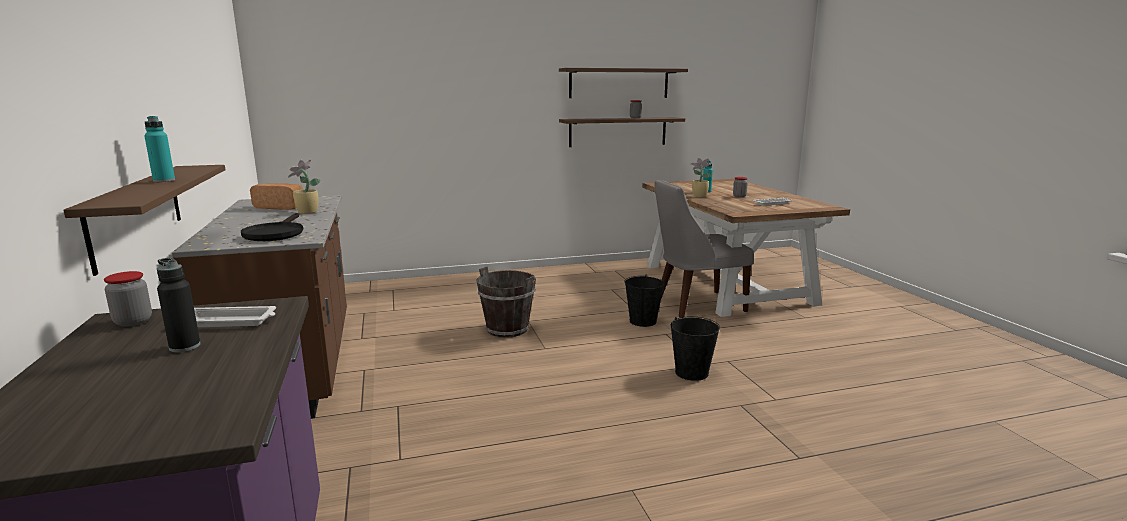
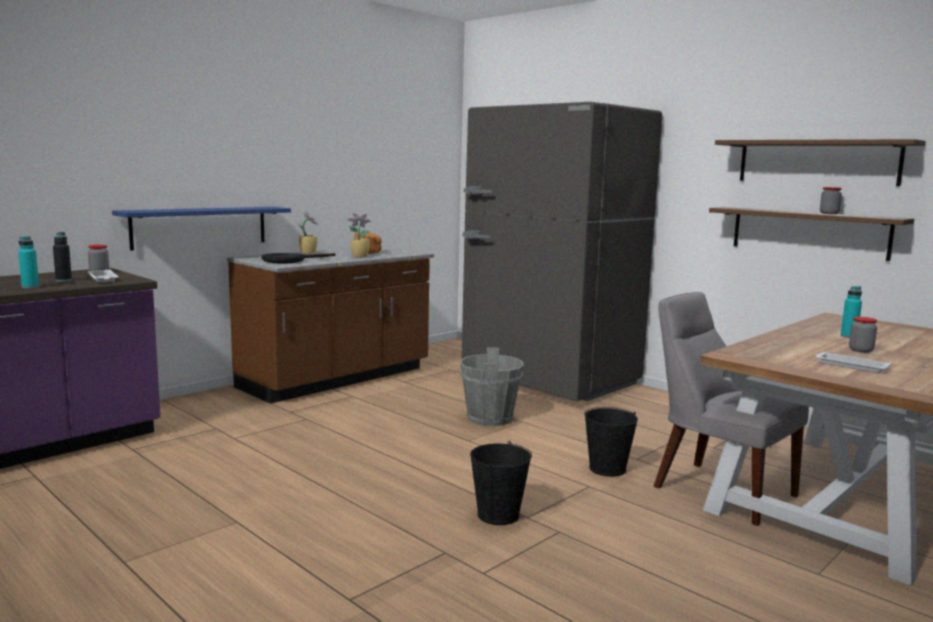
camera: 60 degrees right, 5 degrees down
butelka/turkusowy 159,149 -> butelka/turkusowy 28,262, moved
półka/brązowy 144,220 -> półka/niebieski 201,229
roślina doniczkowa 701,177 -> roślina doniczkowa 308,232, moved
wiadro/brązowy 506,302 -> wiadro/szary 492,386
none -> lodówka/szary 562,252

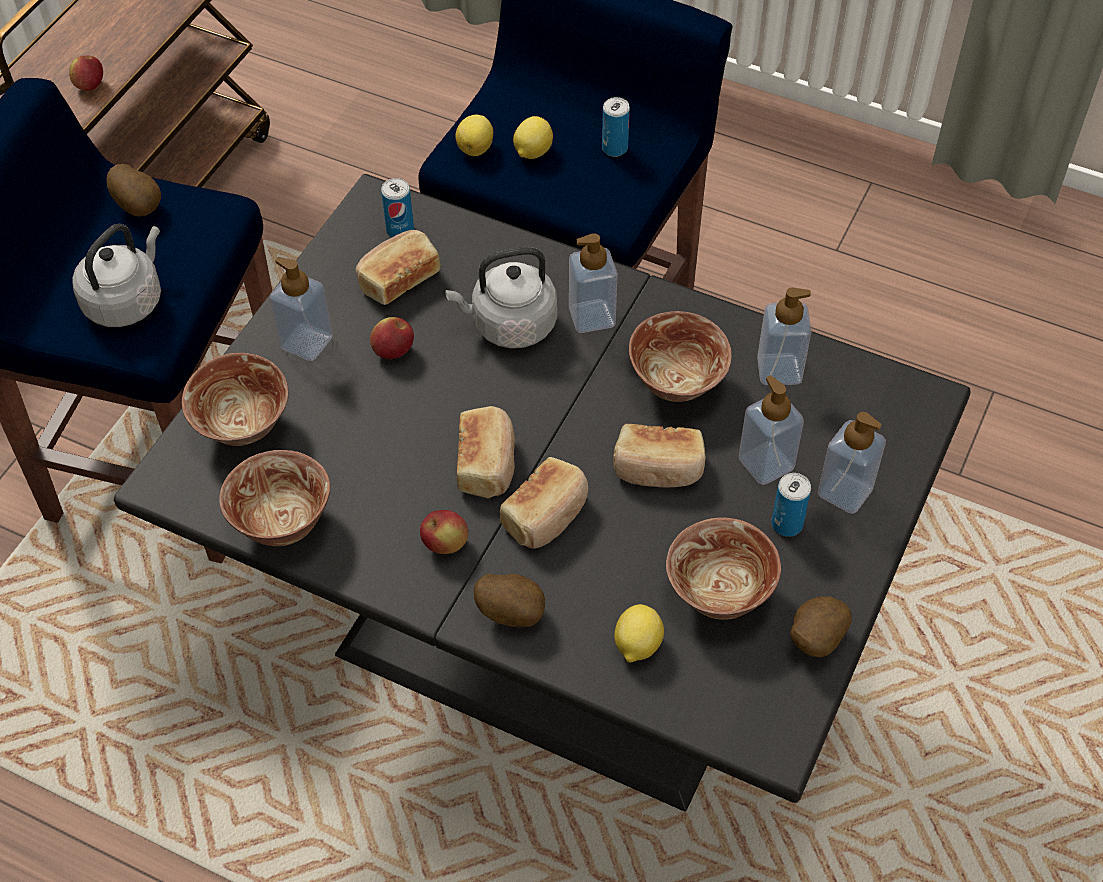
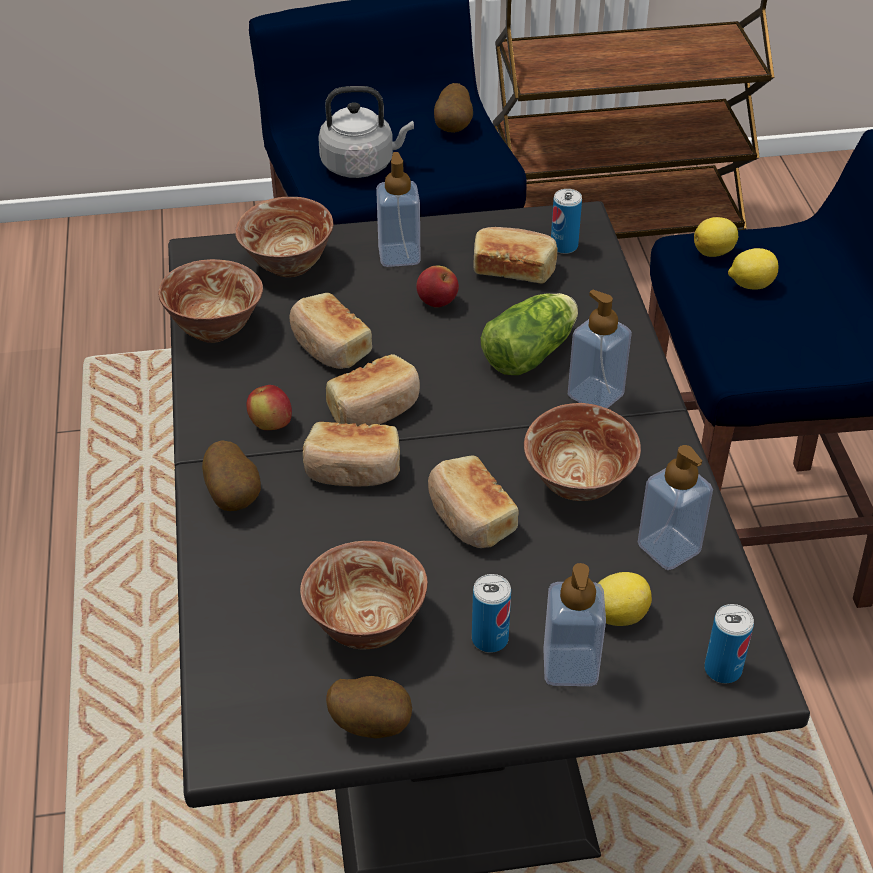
camera: 55 degrees right, 10 degrees down
none -> chleb 330,331
czajnik/szary 501,297 -> sałata 529,334
cytryna 639,633 -> cytryna 625,599, moved
puszka 616,127 -> puszka 729,643, moved
jabłko 86,73 -> none
dozownik mydła 771,430 -> none

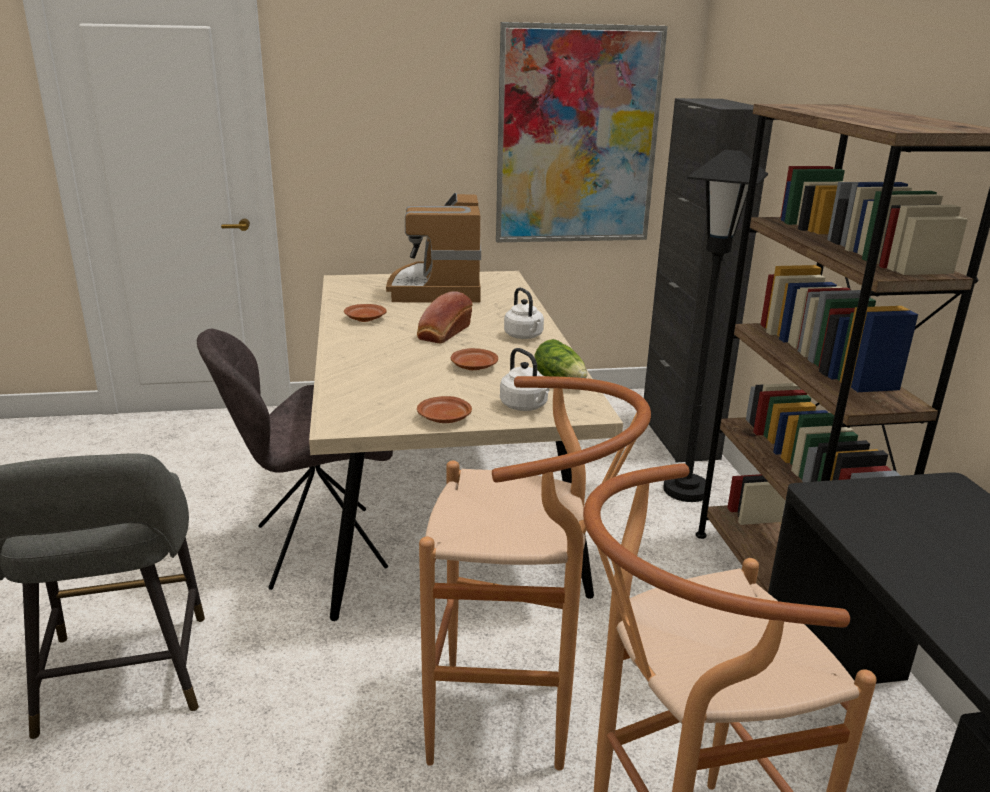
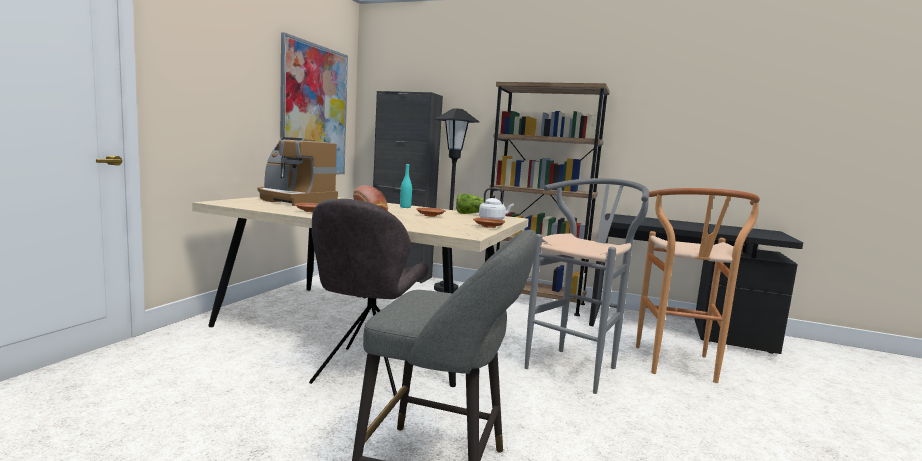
camera: 60 degrees left, 15 degrees down
czajnik/biały 524,313 -> butelka/turkusowy 406,185
stołek/brązowy 535,573 -> stołek/szary 587,286

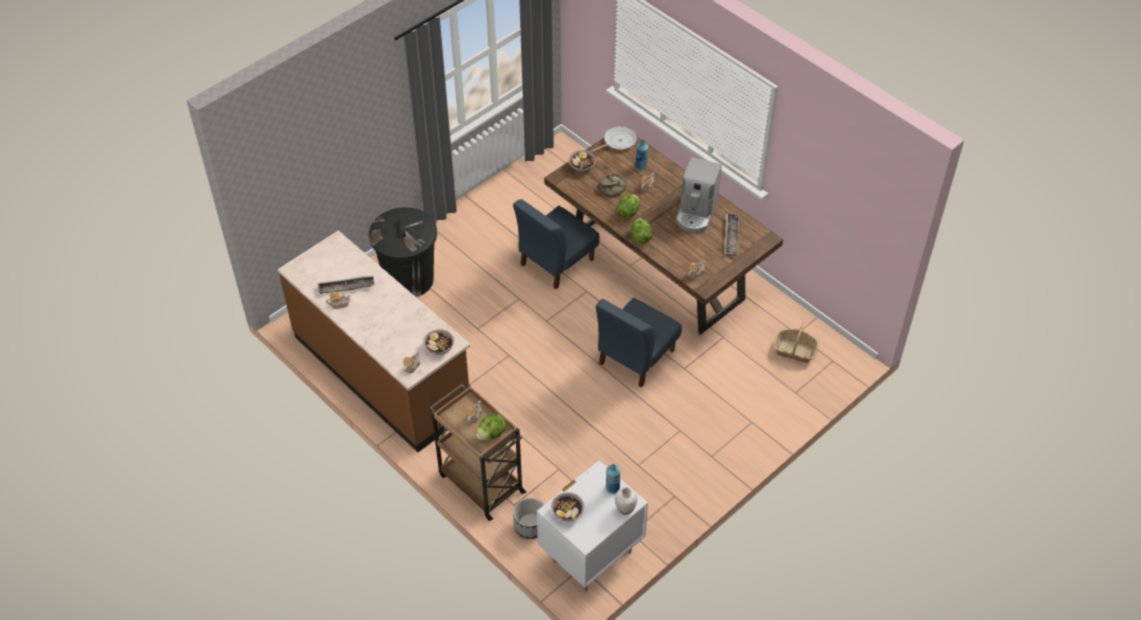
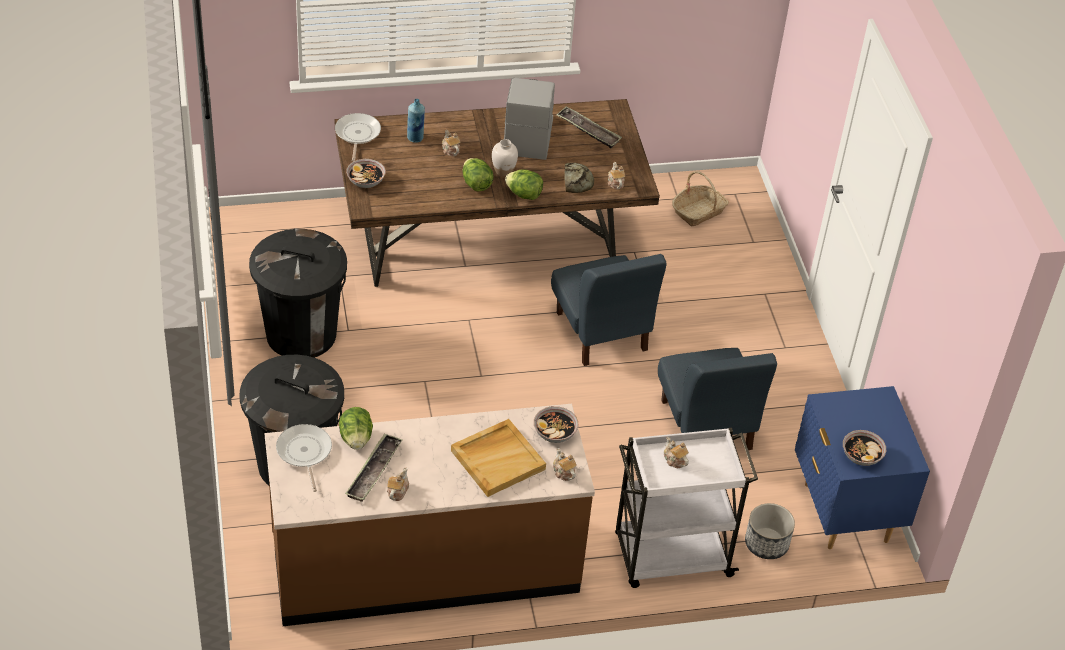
camera: 60 degrees left, 5 degrees down
none -> kosz na śmieci/czarny 298,293
none -> patelnia 304,458
sałata 491,427 -> sałata 356,428, moved
none -> taca/beżowy 498,458
wazon/biały 626,501 -> wazon/biały 505,158, moved
ekspres do kawy 699,195 -> ekspres do kawy 529,119, 135 degrees counterclockwise
chleb 611,185 -> chleb 579,178, moved
wózek/brązowy 478,452 -> wózek/biały 686,508
krzesło/niebieski 556,244 -> krzesło/niebieski 717,399, moved
szafka nocna/biały 592,526 -> szafka nocna/niebieski 862,467
butelka/niebieski 613,479 -> none

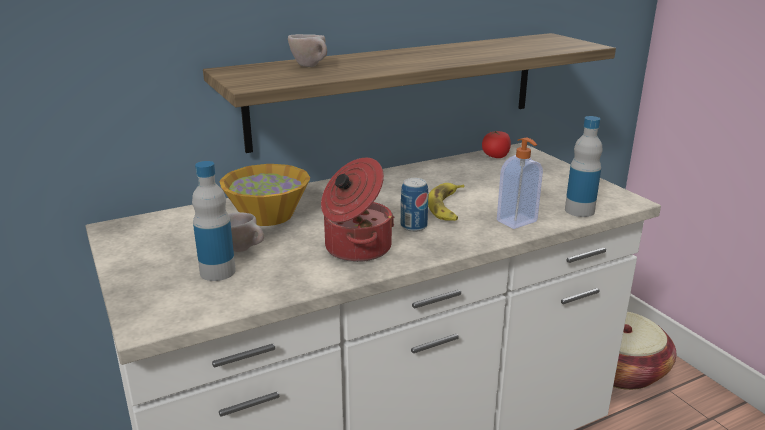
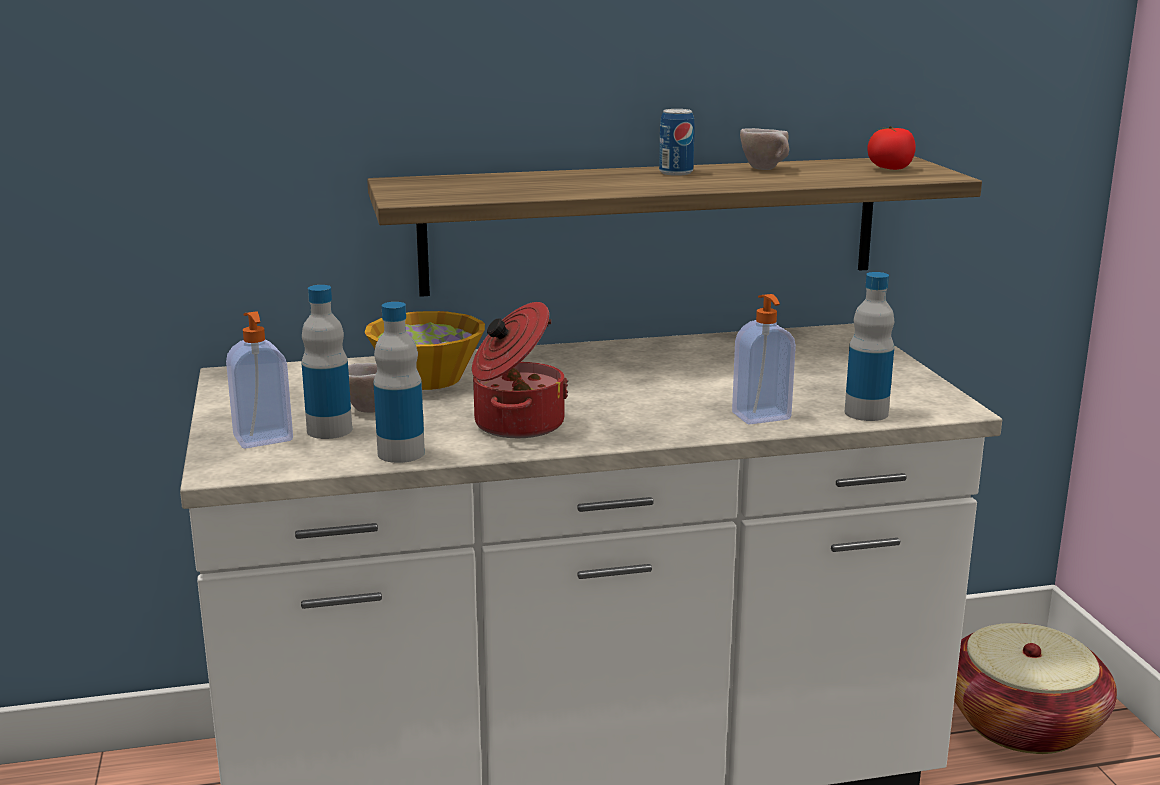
camera: 15 degrees right, 5 degrees down
none -> dozownik mydła 259,380
none -> butelka 399,382
puszka 415,205 -> puszka 677,142, moved
filiżanka/beżowy 307,50 -> filiżanka/beżowy 764,149, moved
pomidor 496,144 -> pomidor 891,148, moved
banan 446,202 -> none

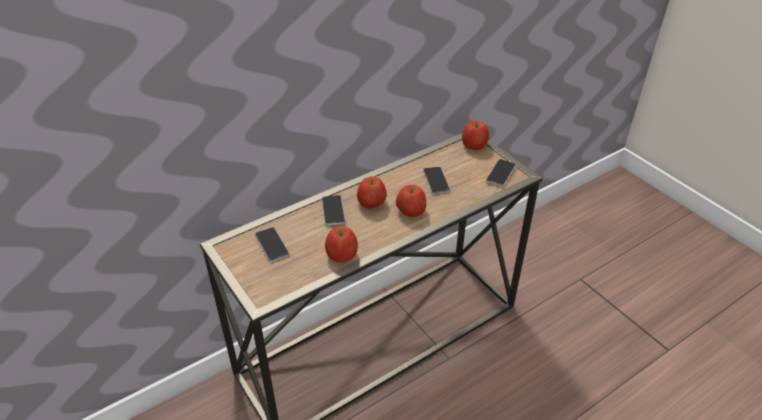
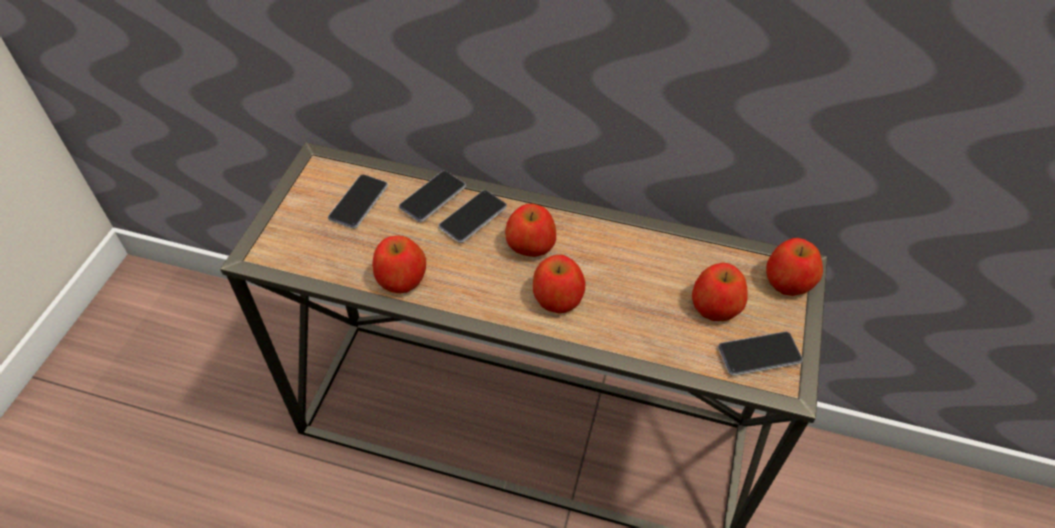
camera: 50 degrees right, 10 degrees up
telefon 436,180 -> telefon 432,196, moved
none -> jabłko 720,292

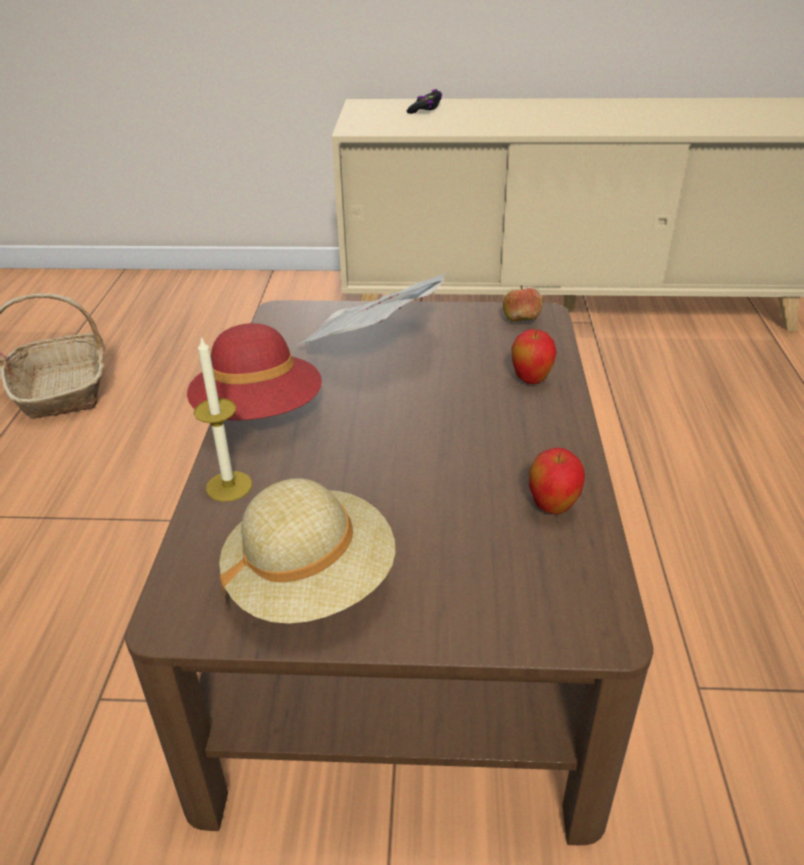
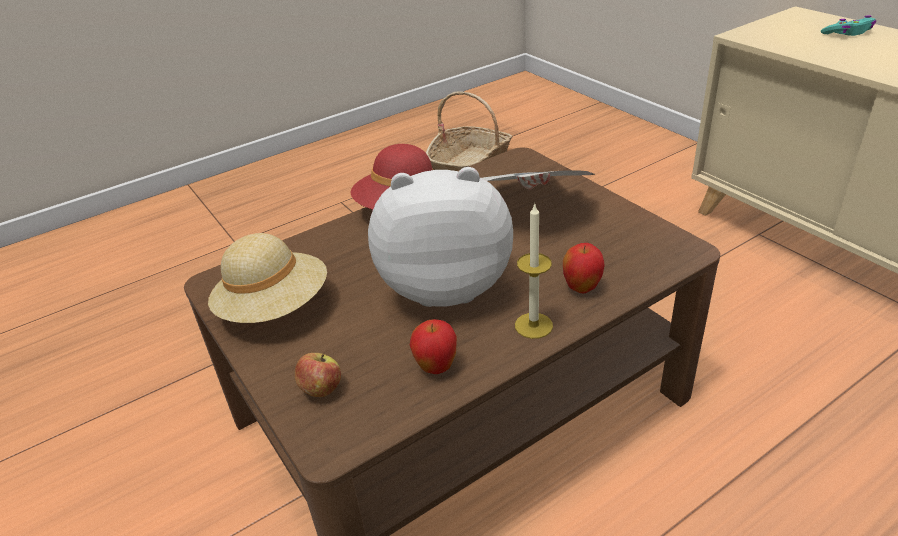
camera: 55 degrees right, 0 degrees up
jabłko 522,304 -> jabłko 318,375, moved
none -> pluszak 440,237
świeca 223,419 -> świeca 534,271, moved
pad do gier/czarny 424,101 -> pad do gier/turkusowy 848,25

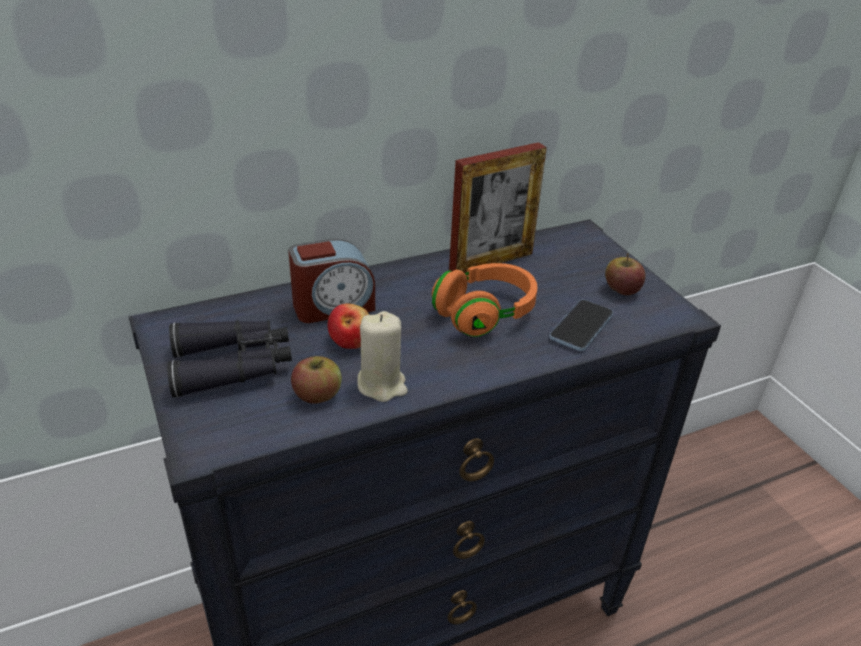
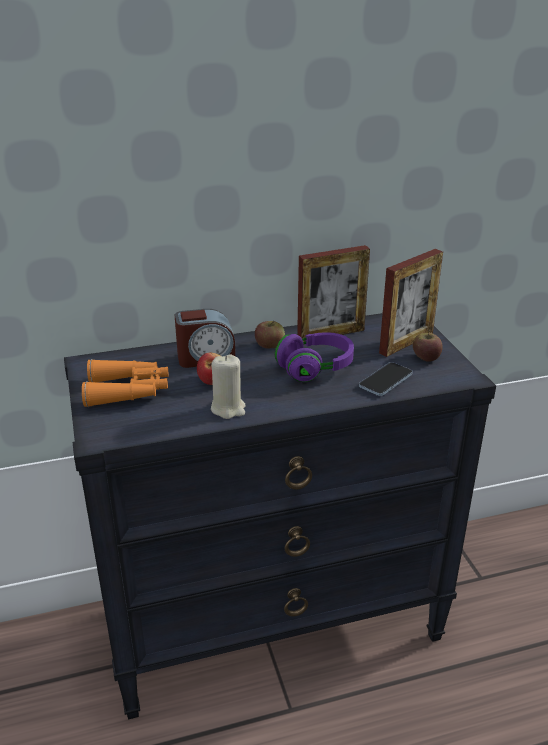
camera: 10 degrees right, 5 degrees down
lornetka/czarny 229,359 -> lornetka/pomarańczowy 125,383
jabłko 316,380 -> jabłko 270,335, moved
słuchawki/pomarańczowy 484,300 -> słuchawki/fioletowy 314,357
none -> ramka na zdjęcie 411,303

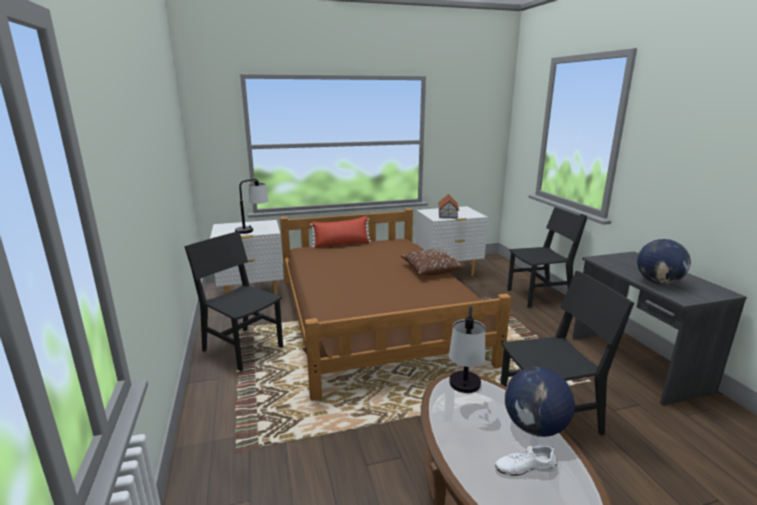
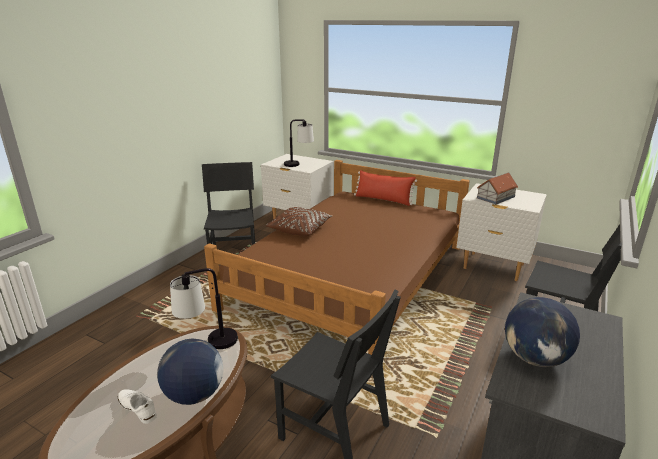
camera: 45 degrees right, 5 degrees up
poduszka/brązowy 432,262 -> poduszka/brązowy 299,221, moved

